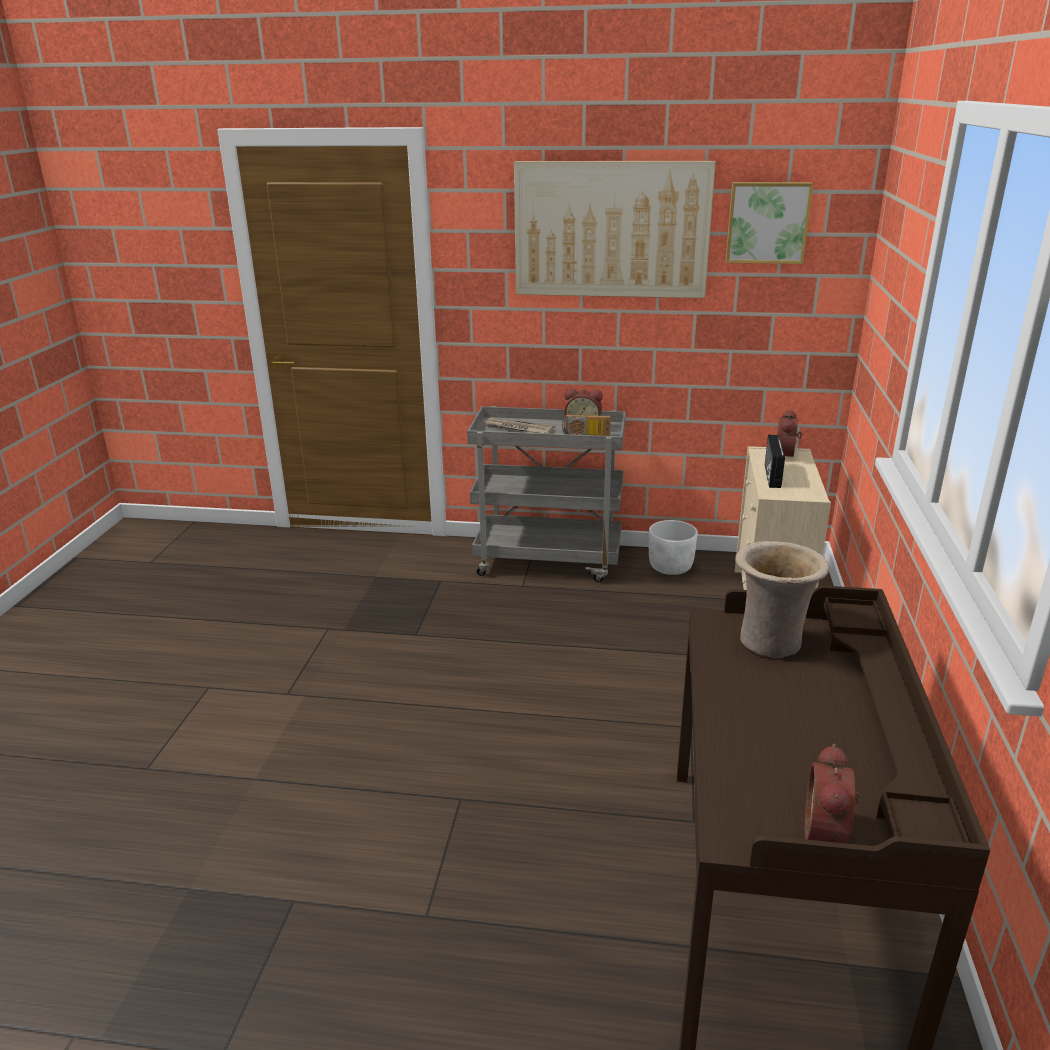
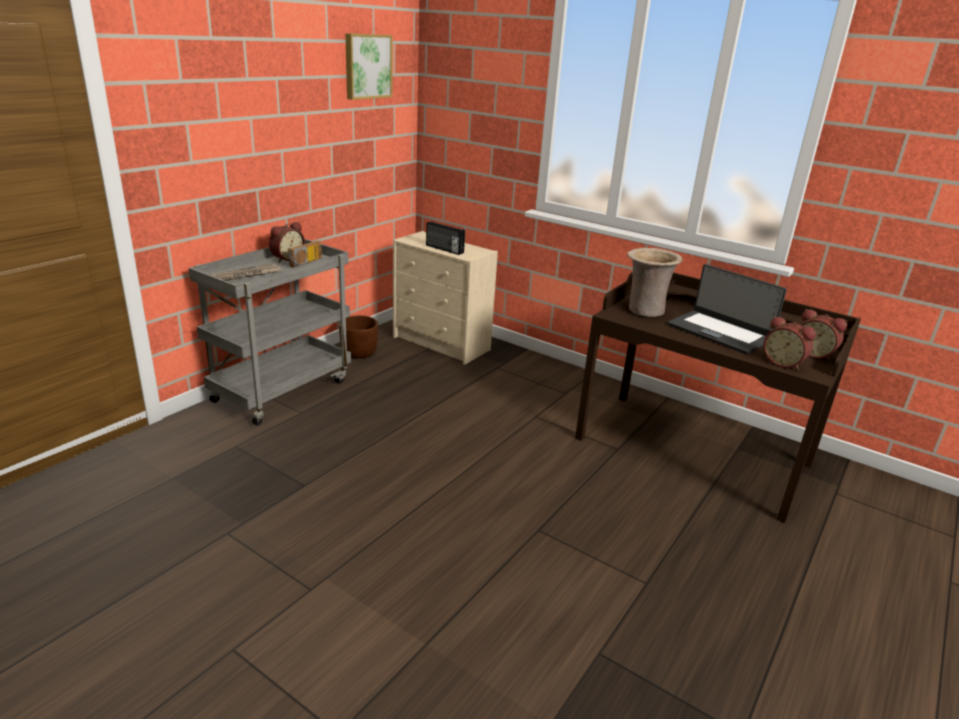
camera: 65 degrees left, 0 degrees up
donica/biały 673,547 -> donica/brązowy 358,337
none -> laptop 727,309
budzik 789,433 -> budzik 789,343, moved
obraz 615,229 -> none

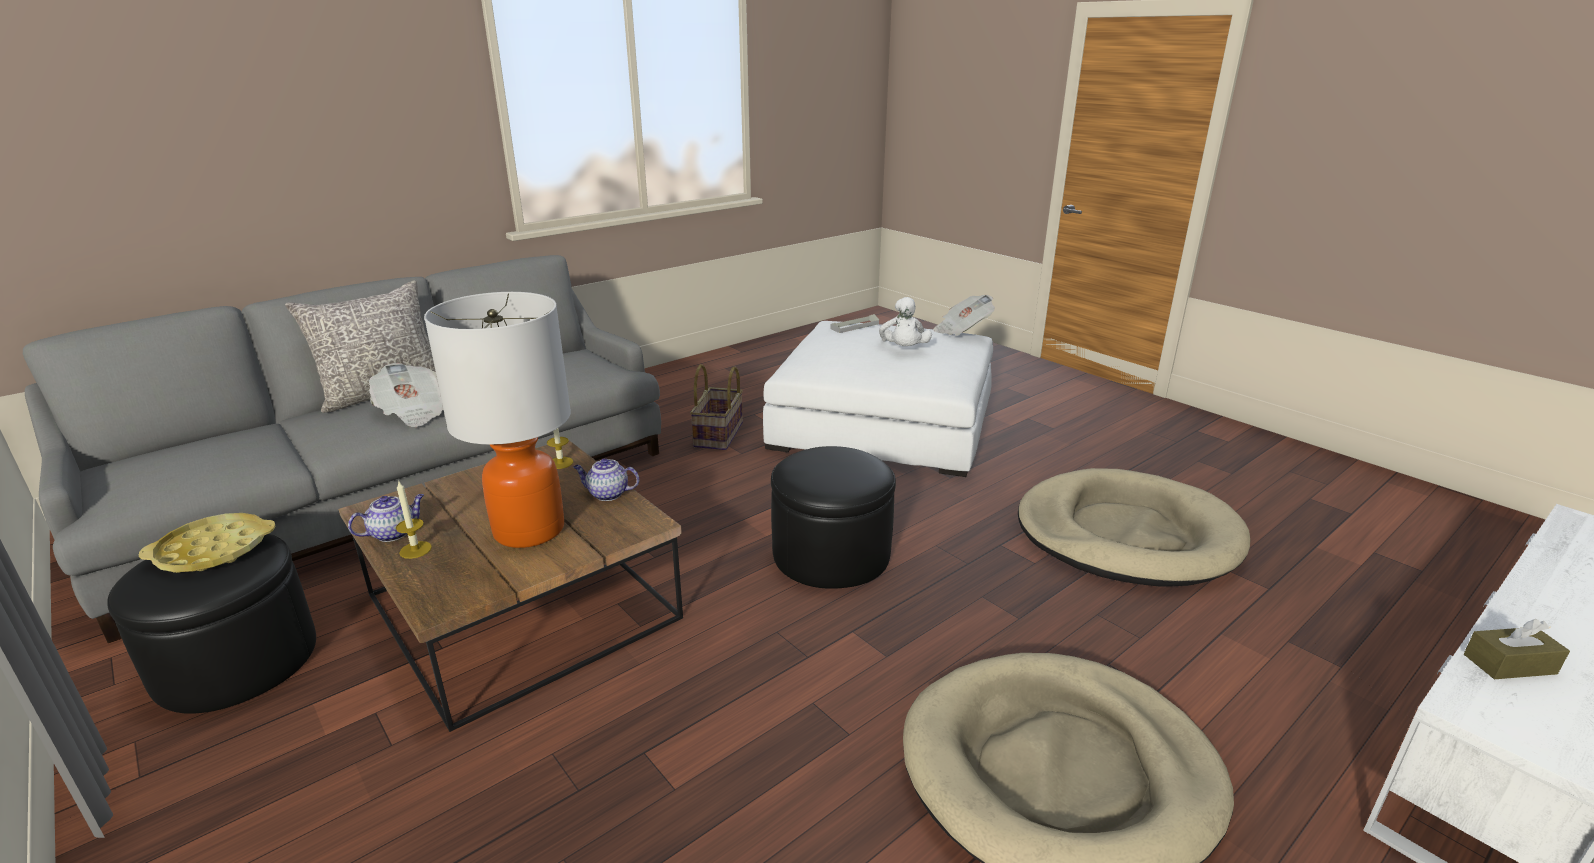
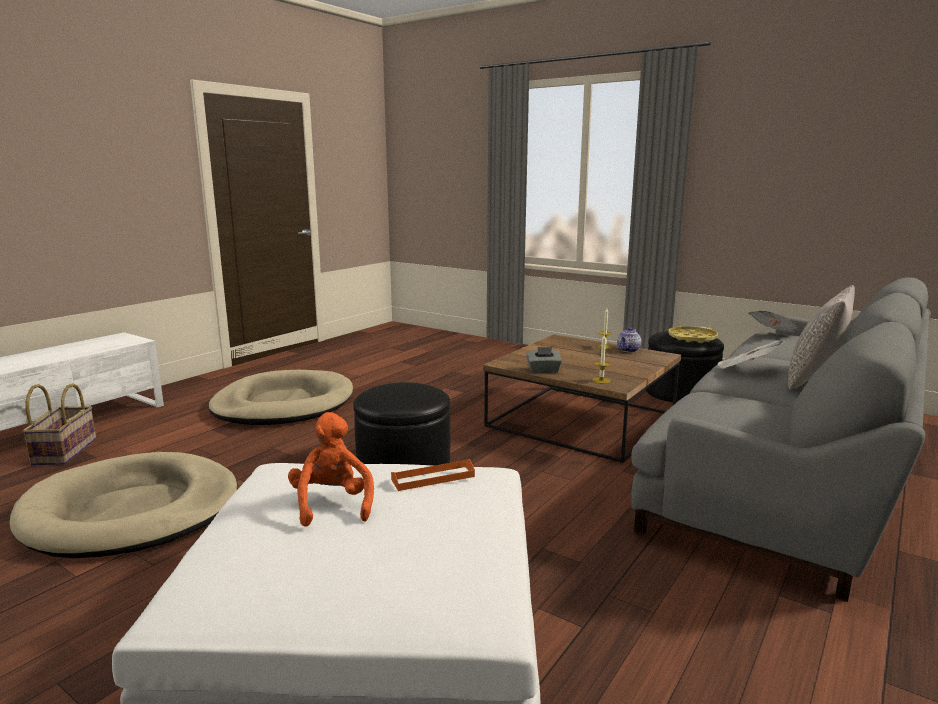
camera: 165 degrees right, 10 degrees down
koszyk 716,407 -> koszyk 59,424, moved
pluszak/biały 905,321 -> pluszak/pomarańczowy 331,469
none -> taca/pomarańczowy 433,475
imbryk 606,479 -> pudełko chusteczek/szary 544,360
gazeta 964,315 -> gazeta 773,321, moved
lampa stołowa 497,420 -> none
taca/szary 854,323 -> none
pudełko chusteczek/brązowy 1517,649 -> none

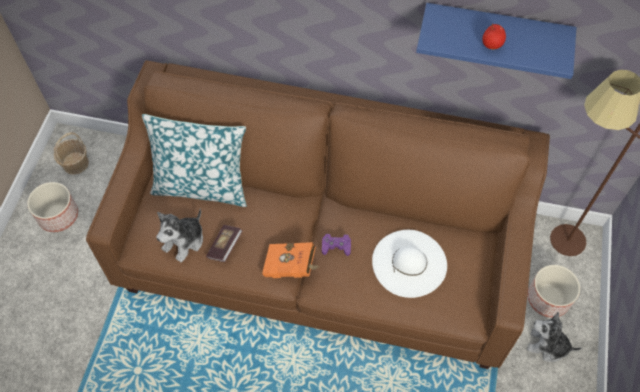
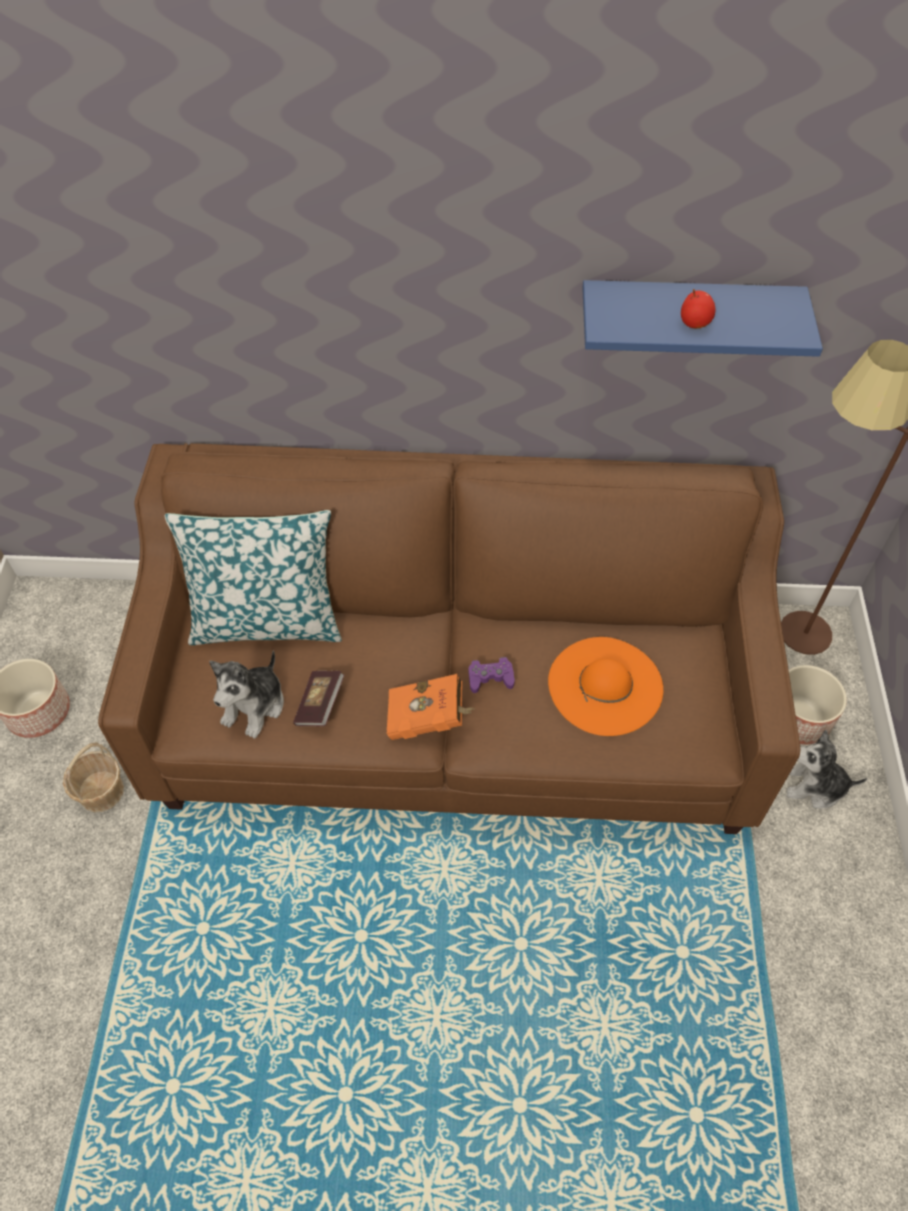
camera: 10 degrees left, 5 degrees down
koszyk 71,153 -> koszyk 93,777, moved
kapelusz/biały 409,264 -> kapelusz/pomarańczowy 605,686

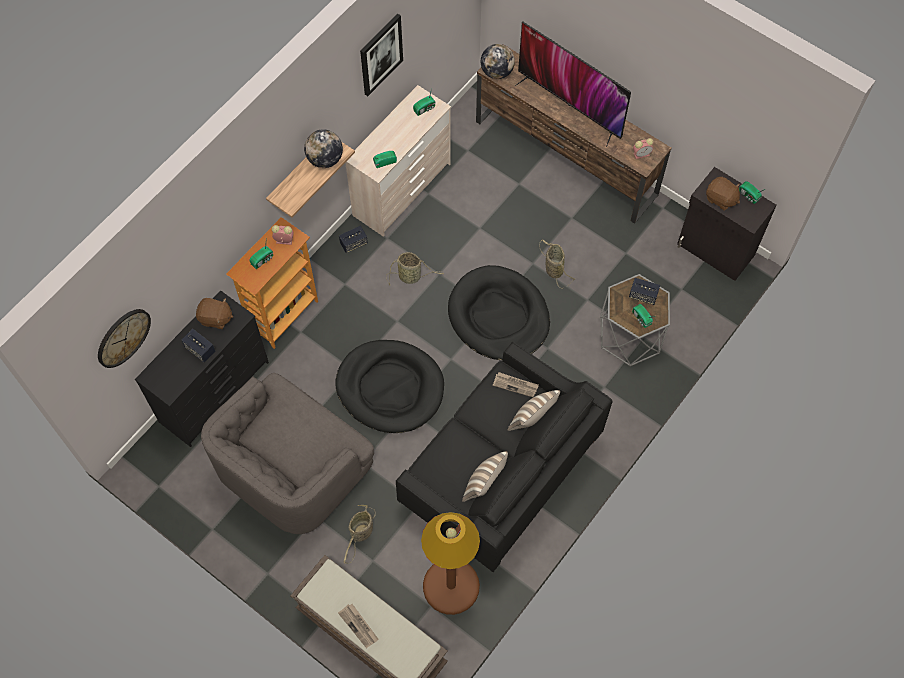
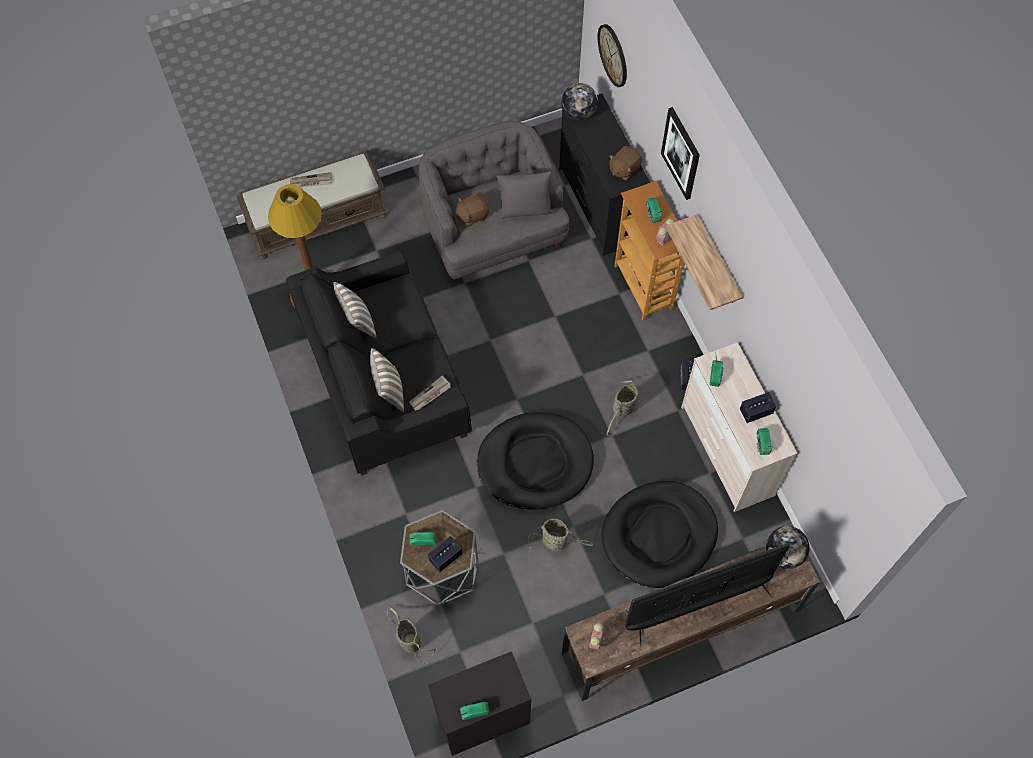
camera: 120 degrees right, 0 degrees up
koszyk 360,534 -> koszyk 411,635, moved
pluszak/brązowy 723,194 -> pluszak/brązowy 472,210, moved
none -> poduszka/szary 525,195
globus 323,148 -> globus 580,101, moved
legowisko/czarny 389,386 -> legowisko/czarny 660,534, moved
obraz 381,55 -> obraz 680,153, moved
głośnik 198,345 -> głośnik 758,407, moved

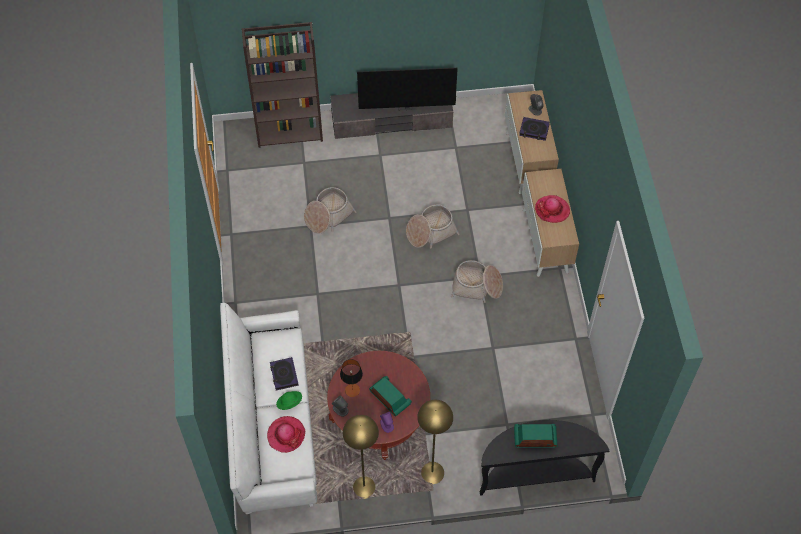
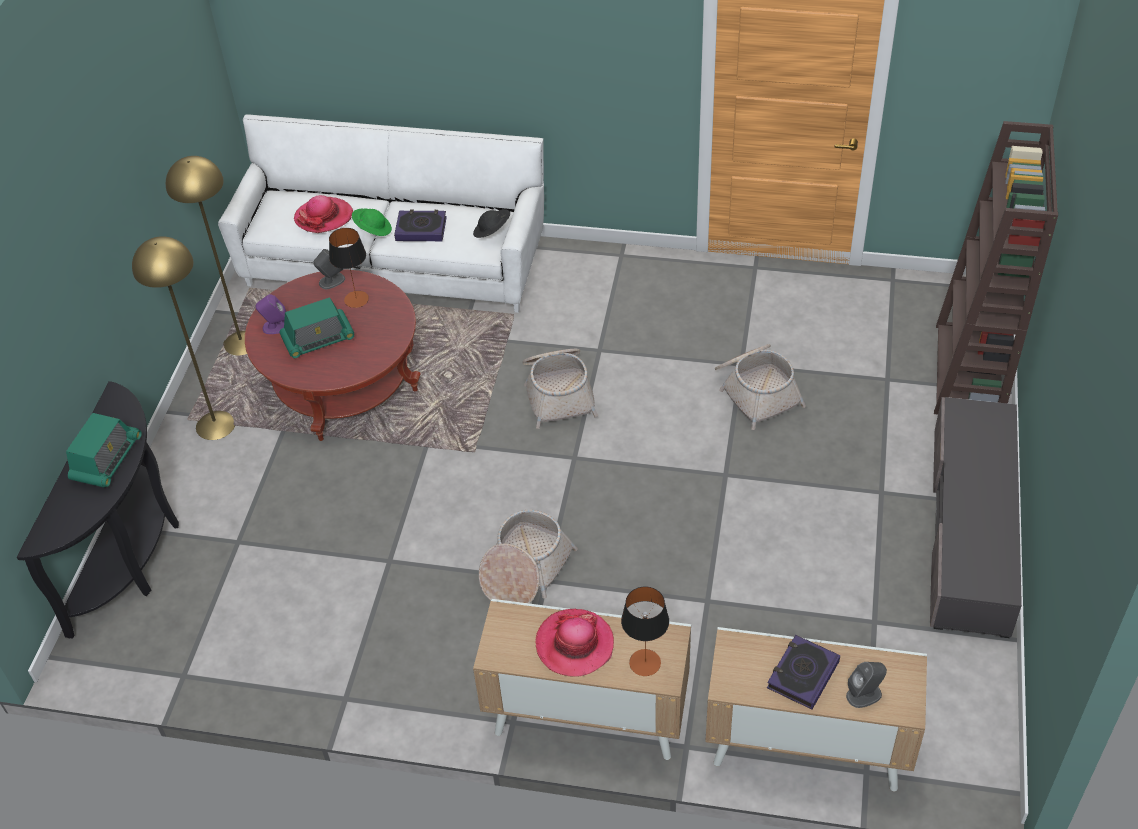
camera: 110 degrees right, 10 degrees down
none -> kapelusz/czarny 491,223
koszyk 432,226 -> koszyk 560,389, moved
none -> lampa stołowa 645,631
telewizor 407,89 -> none

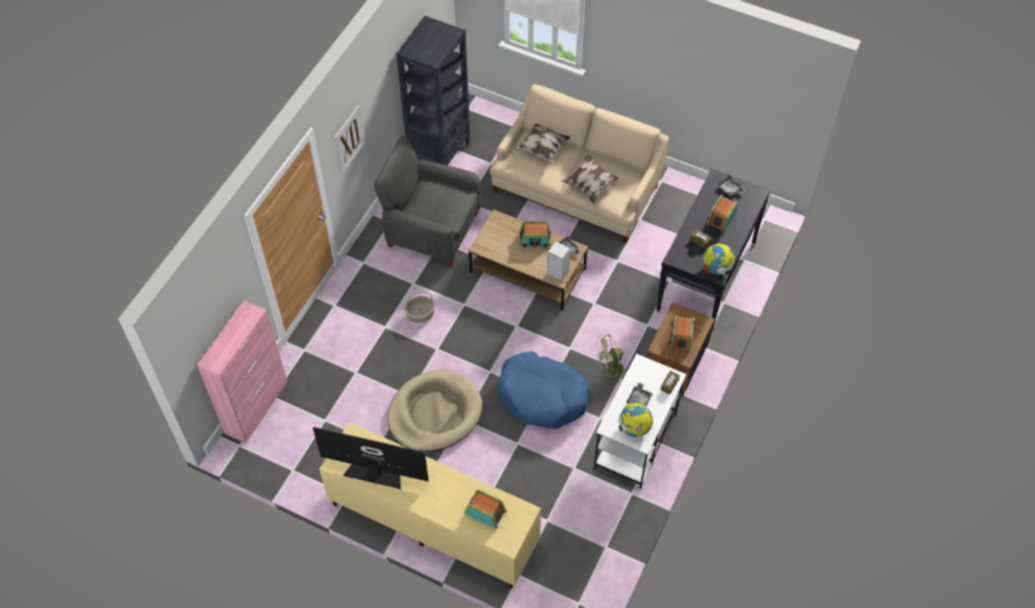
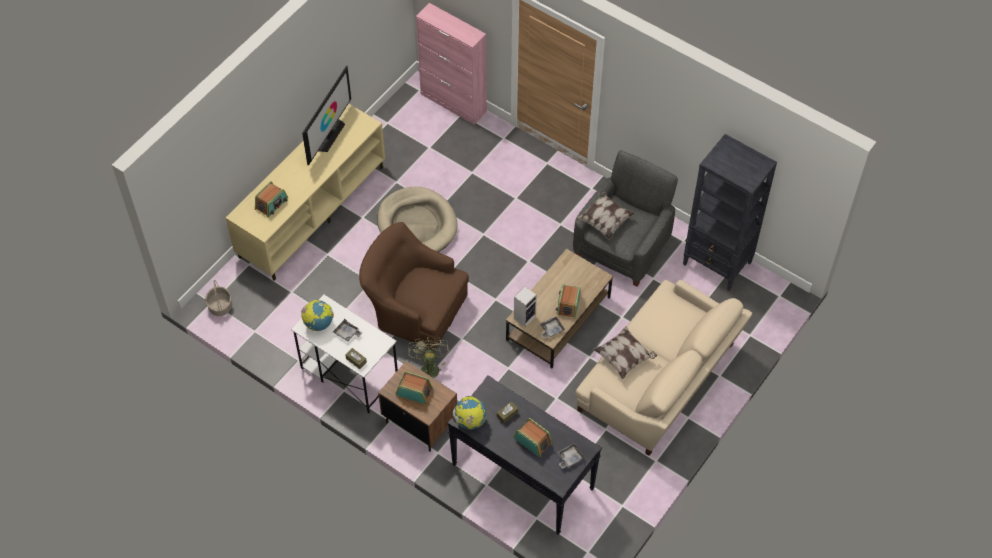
camera: 100 degrees right, 0 degrees up
koszyk 419,307 -> koszyk 218,298, moved
legowisko/niebieski 544,390 -> fotel/brązowy 414,286
poduszka 541,144 -> poduszka 605,215, moved
obraz 349,139 -> none

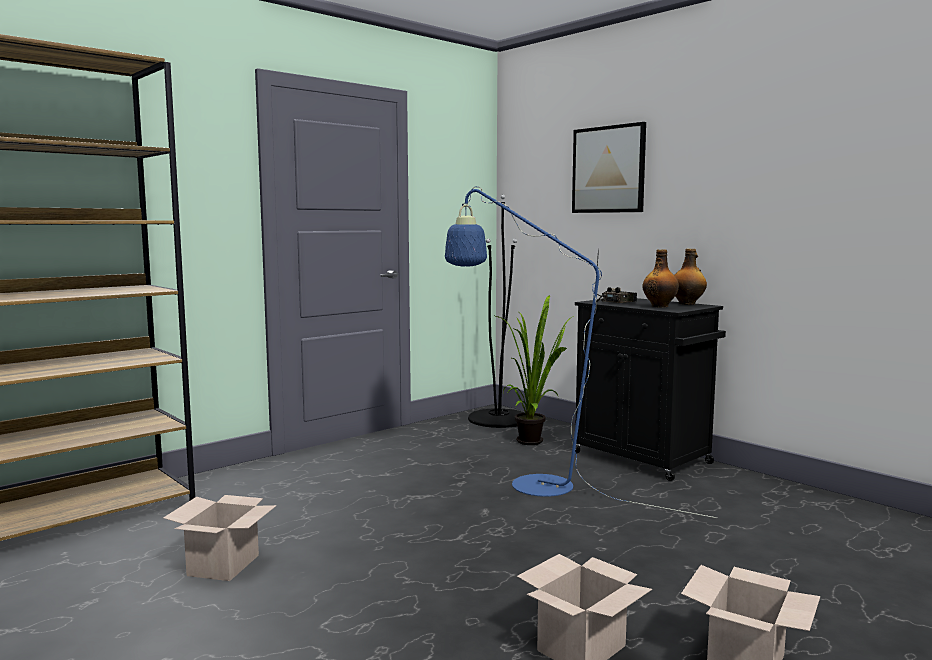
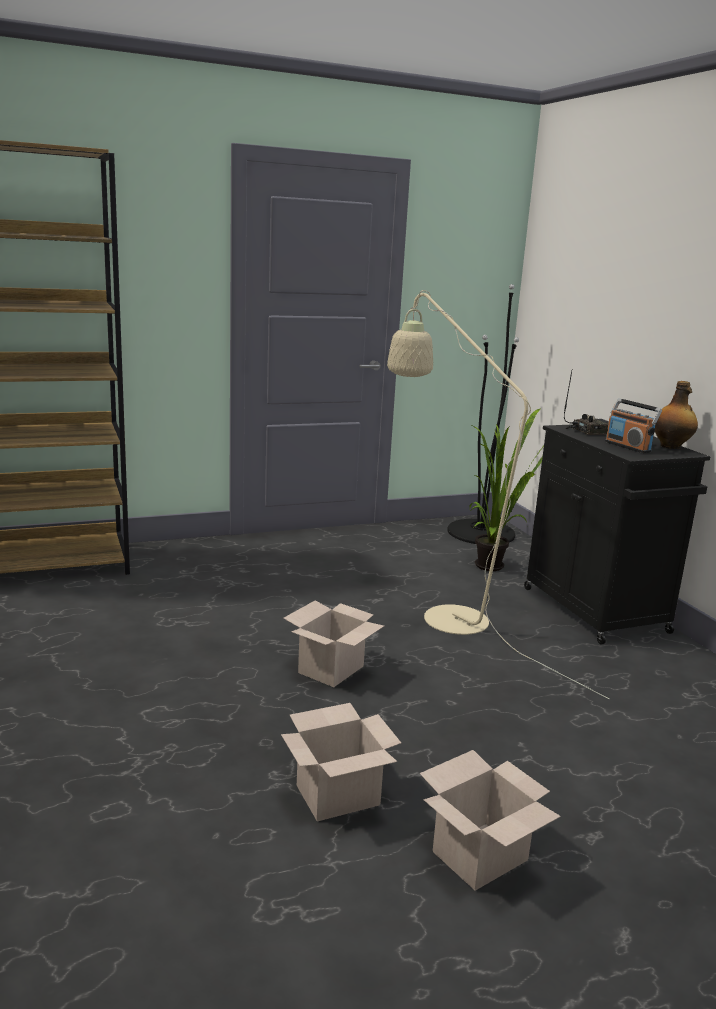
camera: 20 degrees right, 10 degrees up
karton 220,538 -> karton 334,643, moved
lampa stojąca/niebieski 581,352 -> lampa stojąca/beżowy 498,494
butelka 661,279 -> radio 633,425
obraz 609,167 -> none

